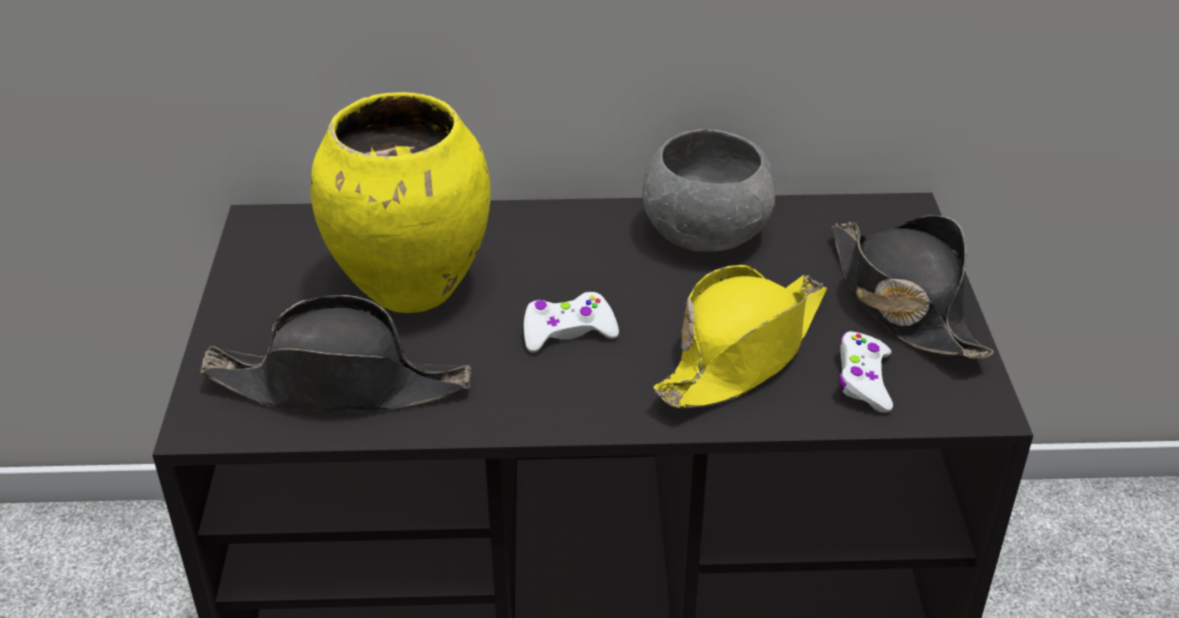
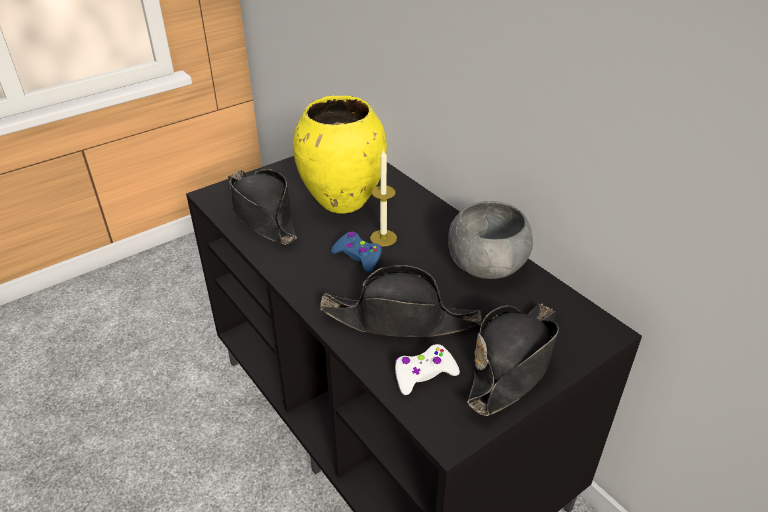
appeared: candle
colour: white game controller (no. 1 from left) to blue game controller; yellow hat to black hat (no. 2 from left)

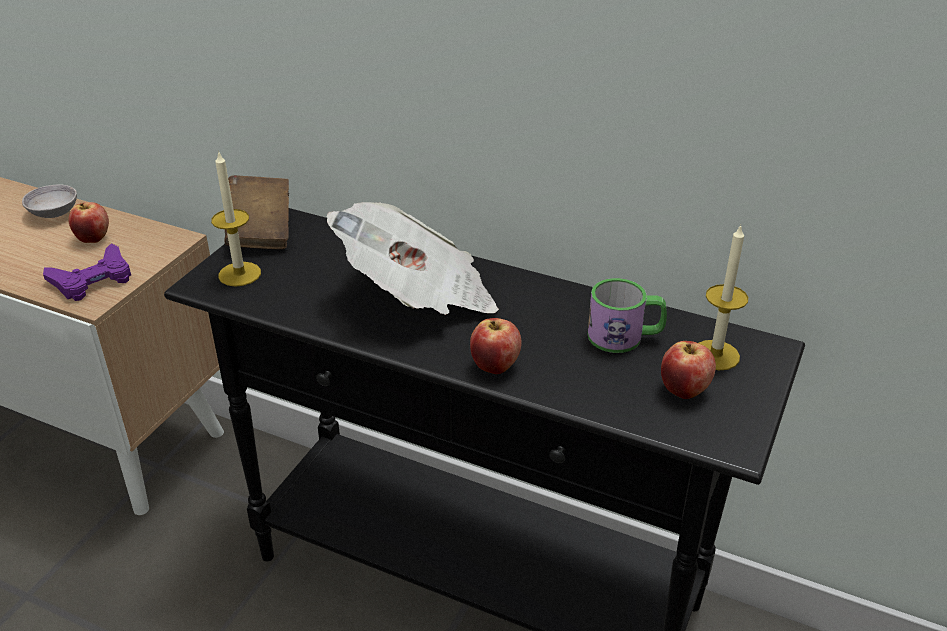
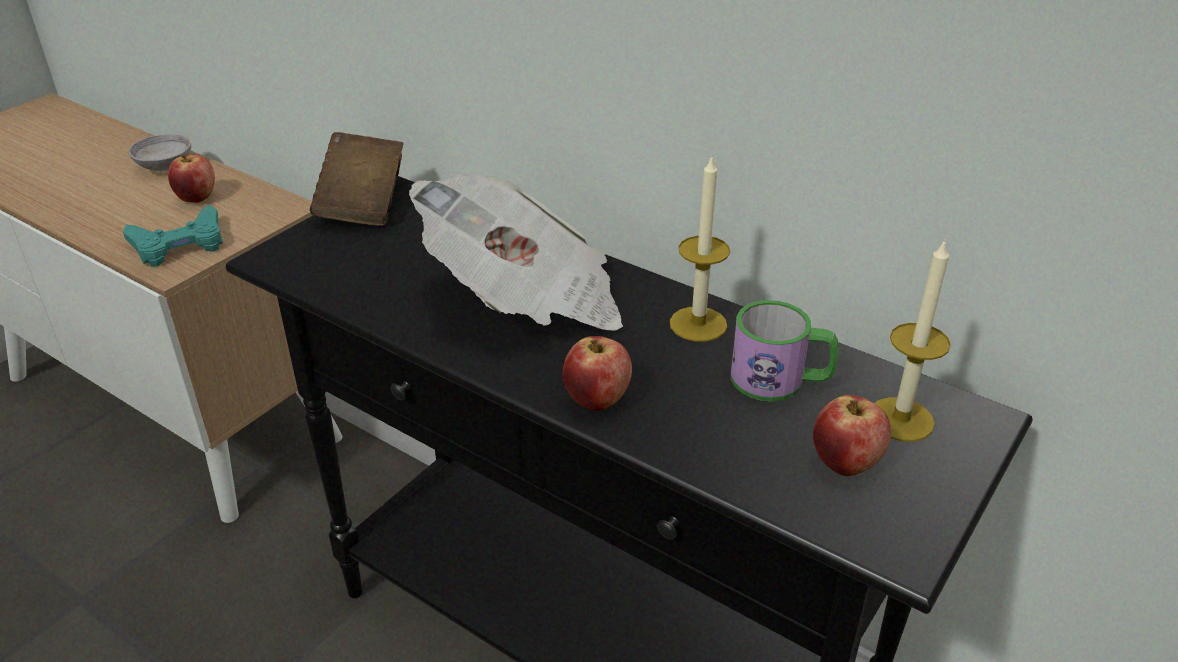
relocated: candle (no. 1 from left)
colour: purple game controller to turquoise game controller

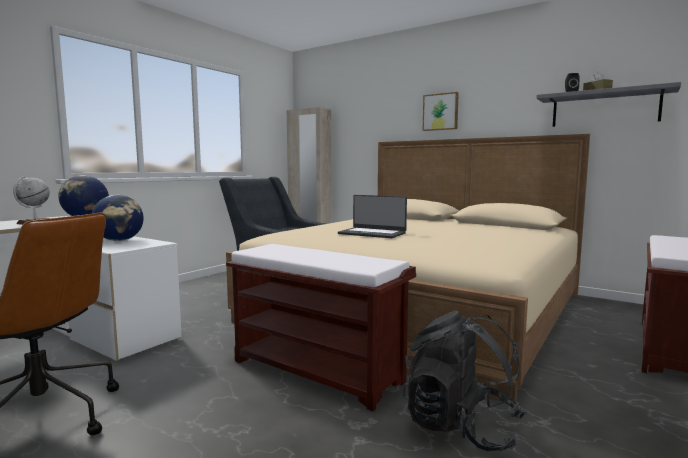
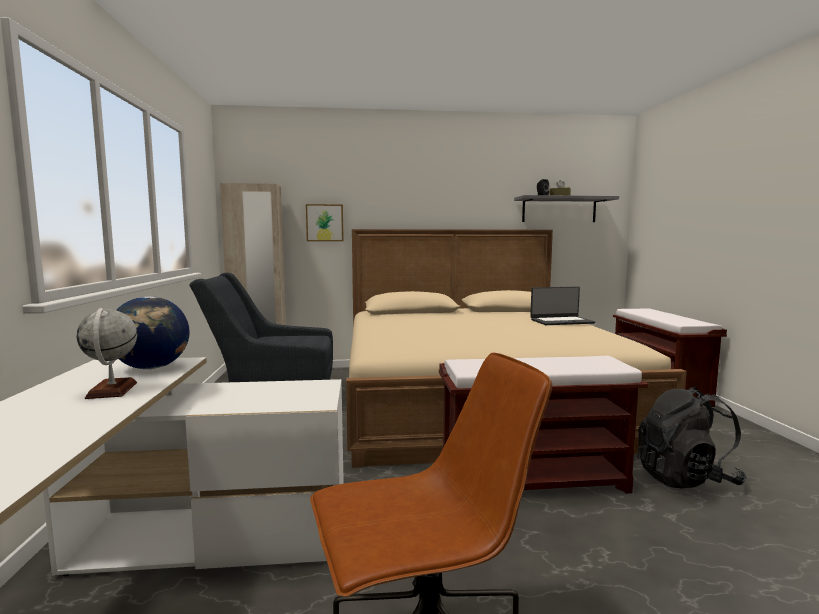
missing: globe (no. 3 from left)
relocated: laptop; picture

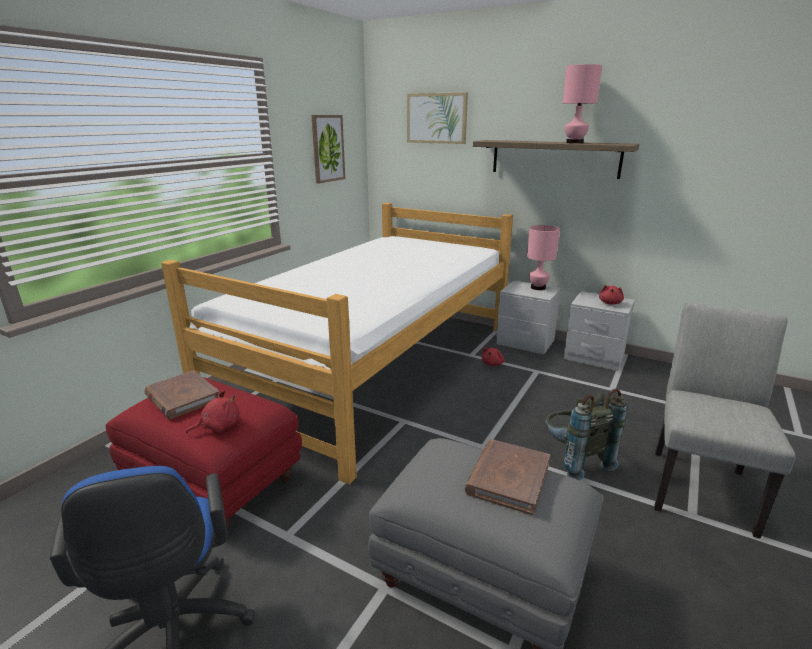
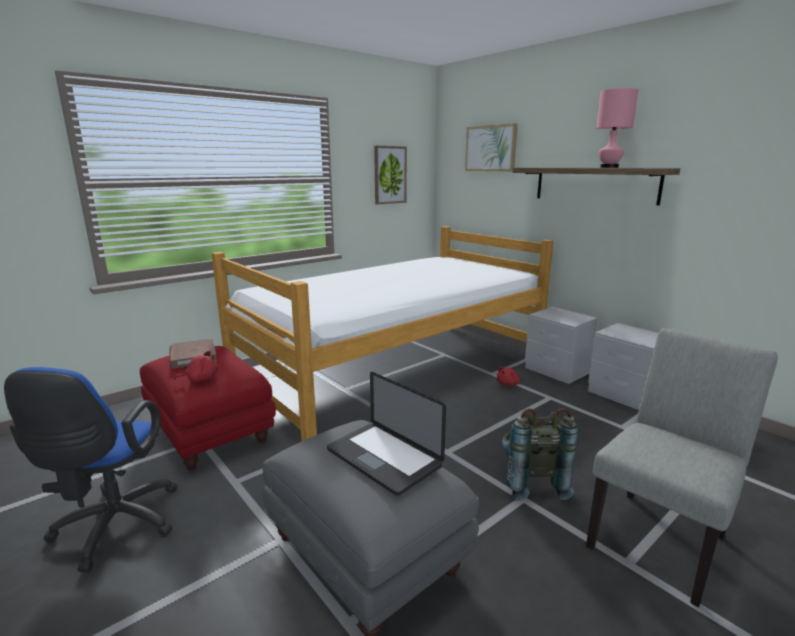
missing: pink table lamp (no. 1 from left); red plush toy (no. 3 from left)
exchanged: brown book (no. 2 from left) to laptop

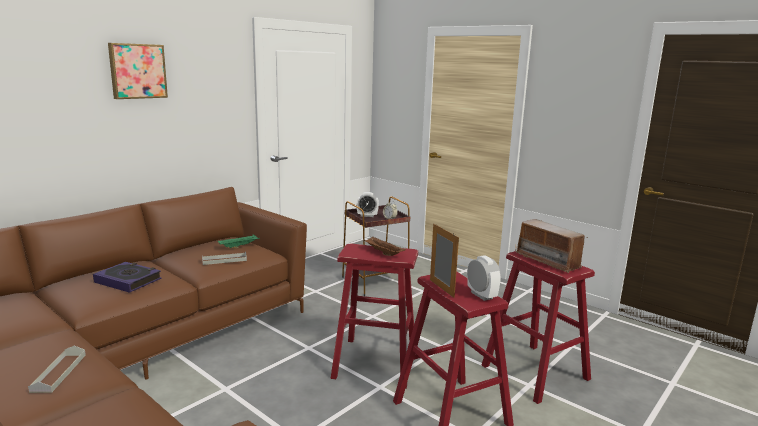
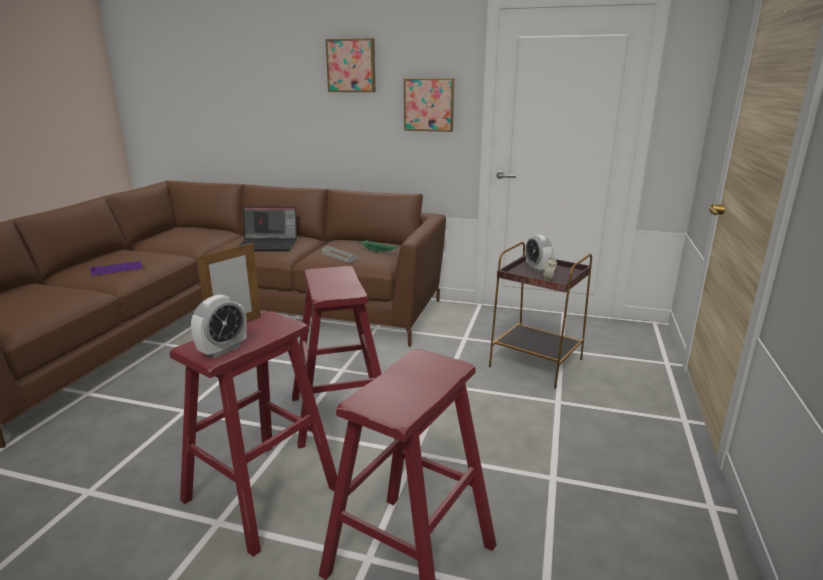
missing: brown tray; radio
appeared: picture (no. 2 from left)
exchanged: book to laptop
colour: grey tray (no. 1 from left) to purple tray

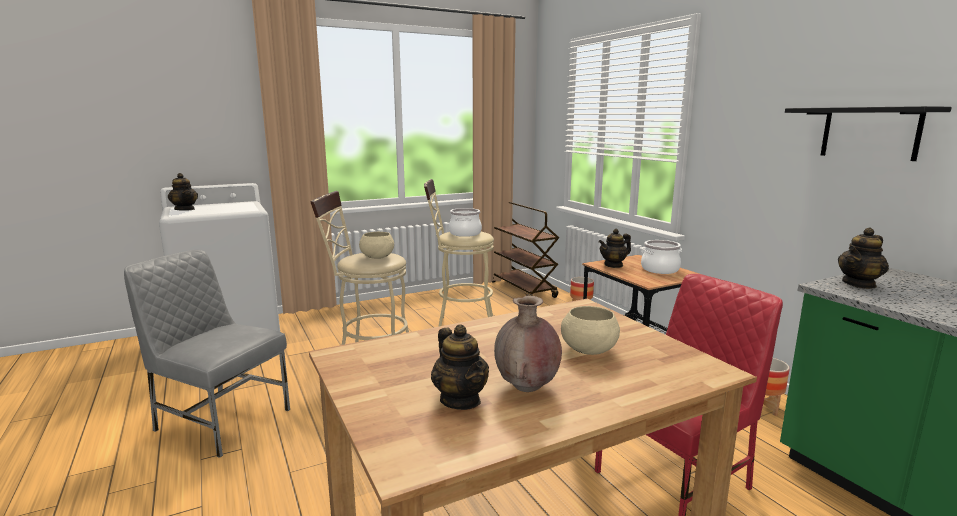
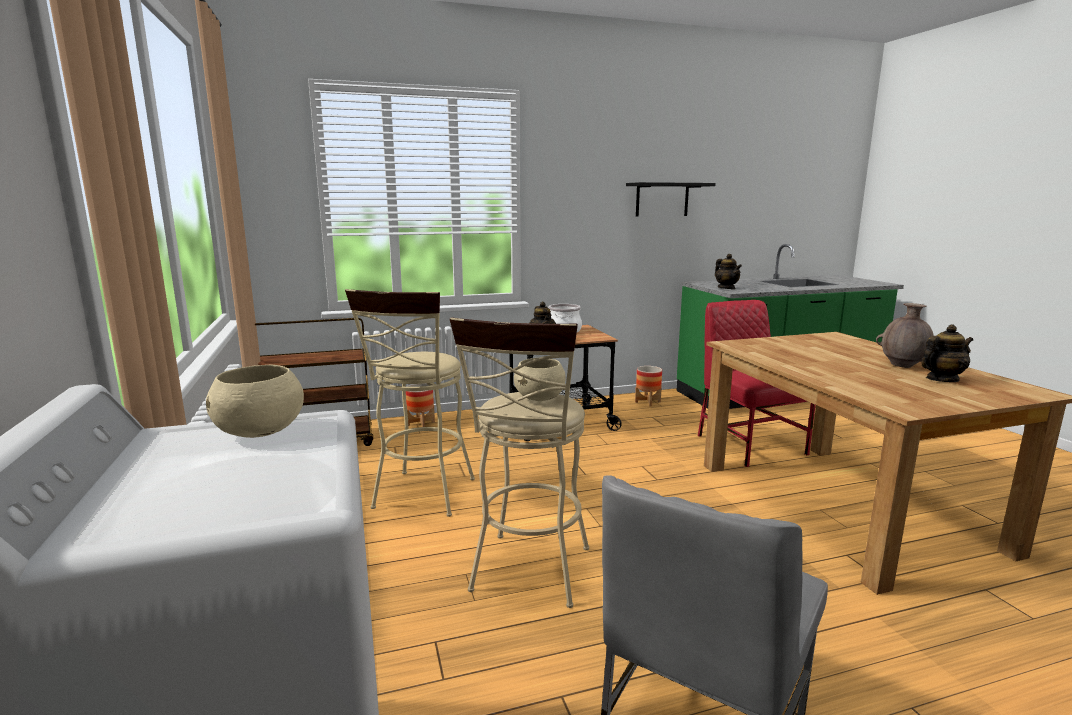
missing: teapot (no. 1 from left); cooking pot (no. 1 from left)
relocated: beige bowl (no. 2 from left in the first image) to beige bowl (no. 1 from left)

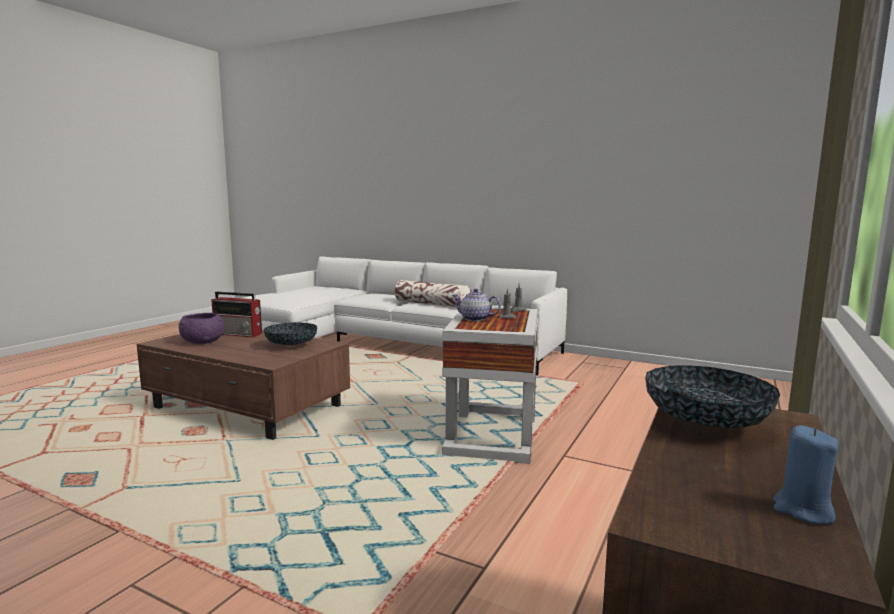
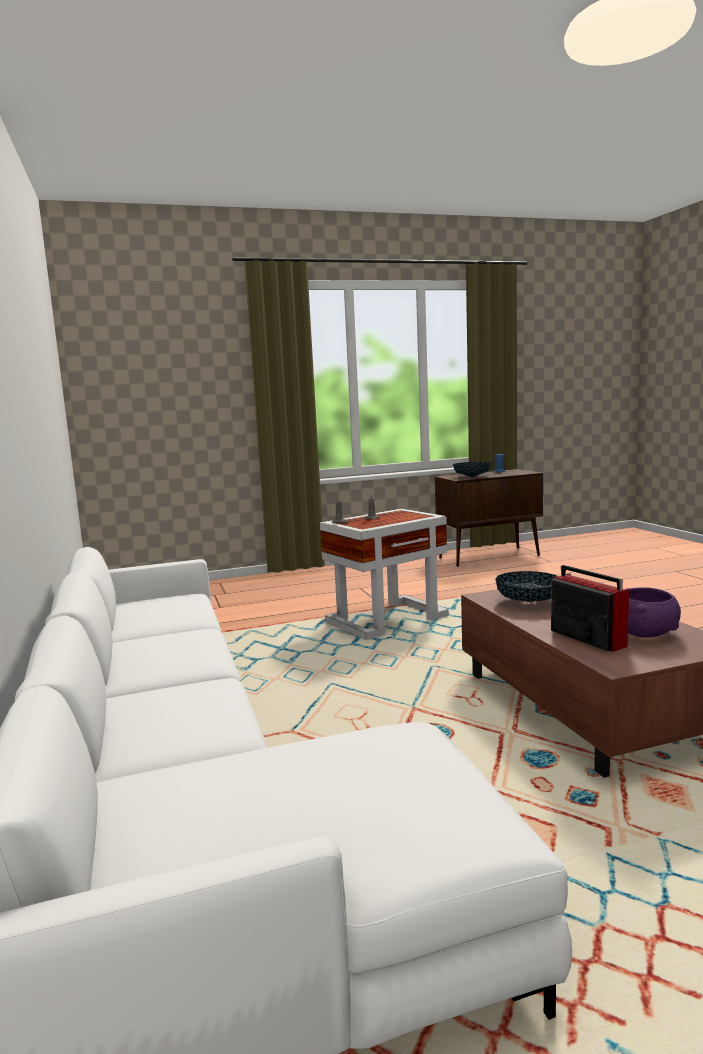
missing: pillow; teapot

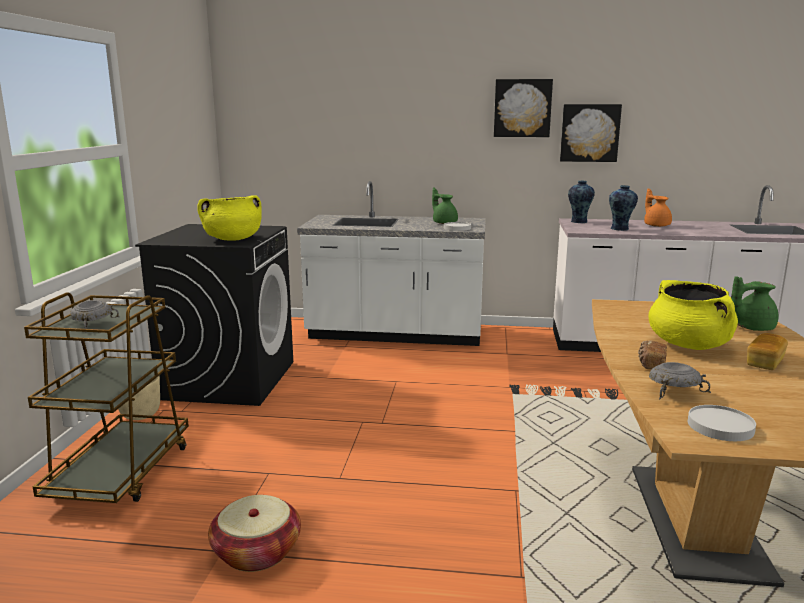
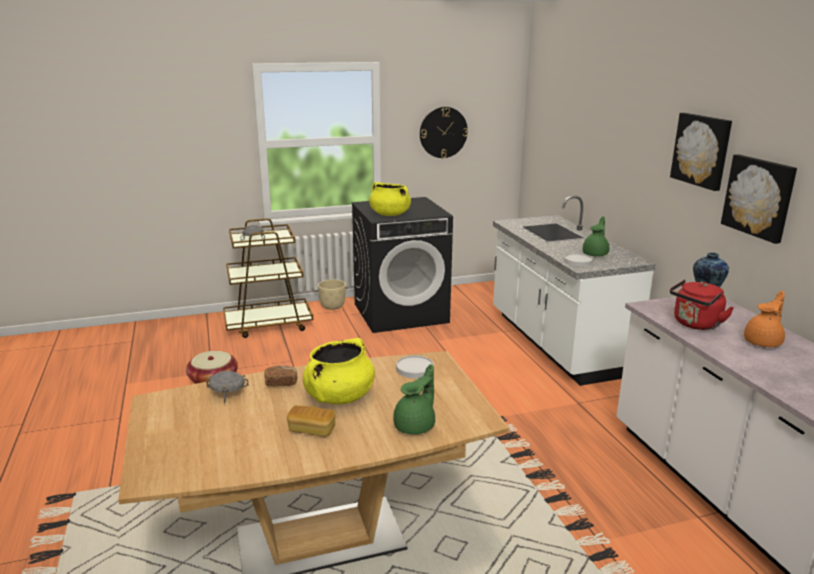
appeared: wall clock
relocated: white plate (no. 2 from left in the first image) to white plate (no. 1 from left)
exchanged: vase (no. 2 from left) to red kettle
spun: green teapot (no. 2 from left in the first image) 75 degrees clockwise

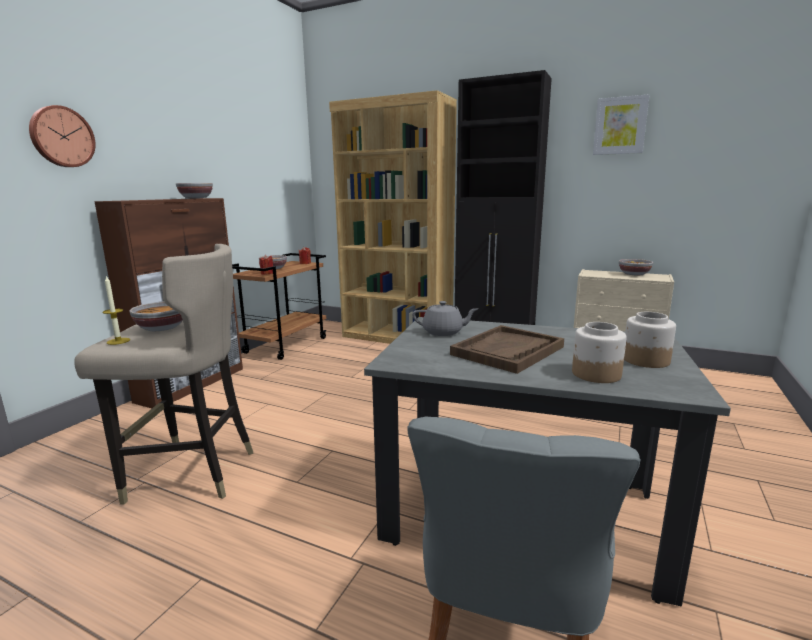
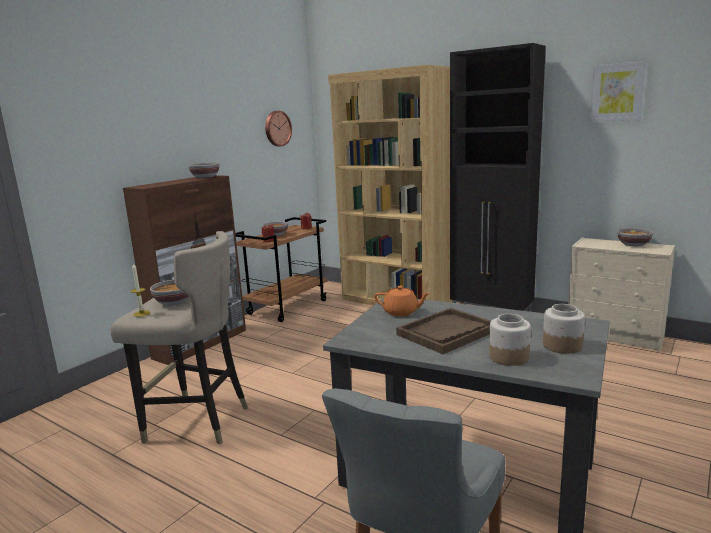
relocated: wall clock
colour: grey teapot to orange teapot

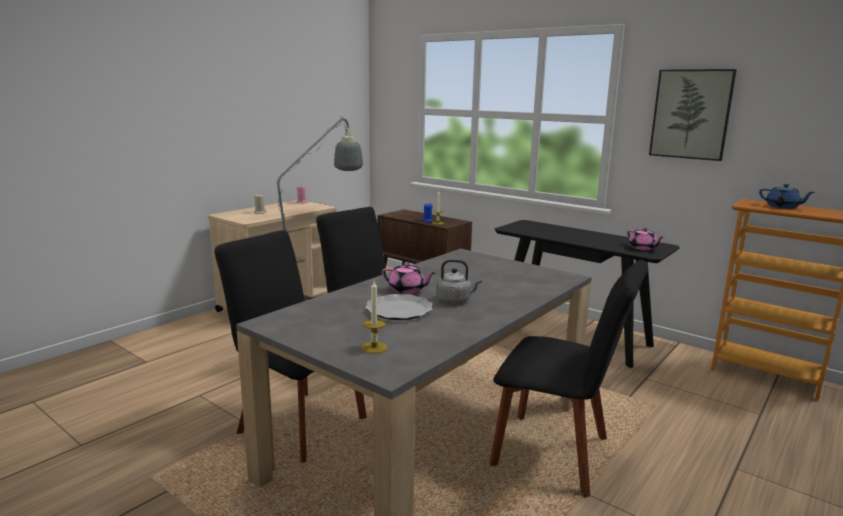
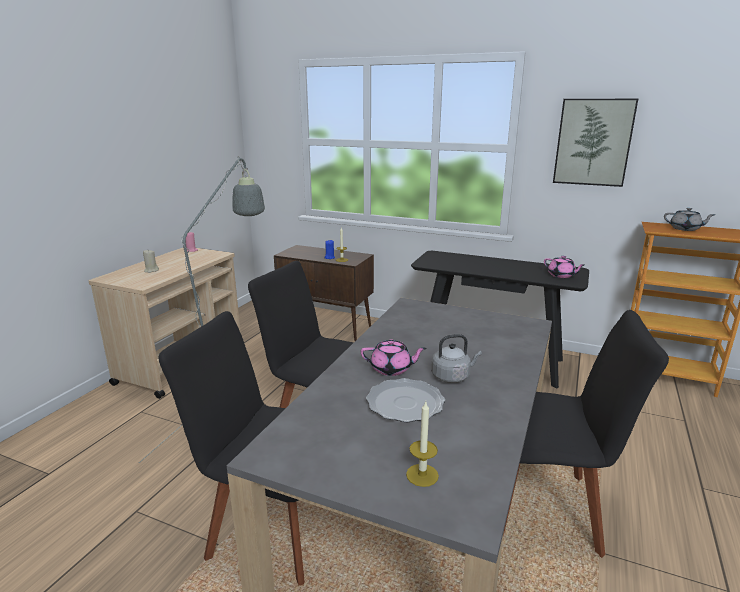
colour: blue teapot to grey teapot

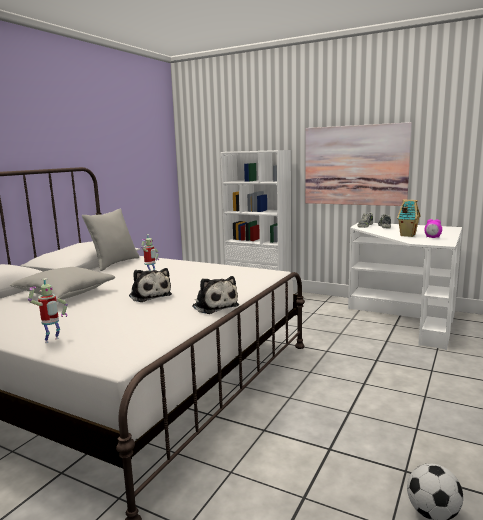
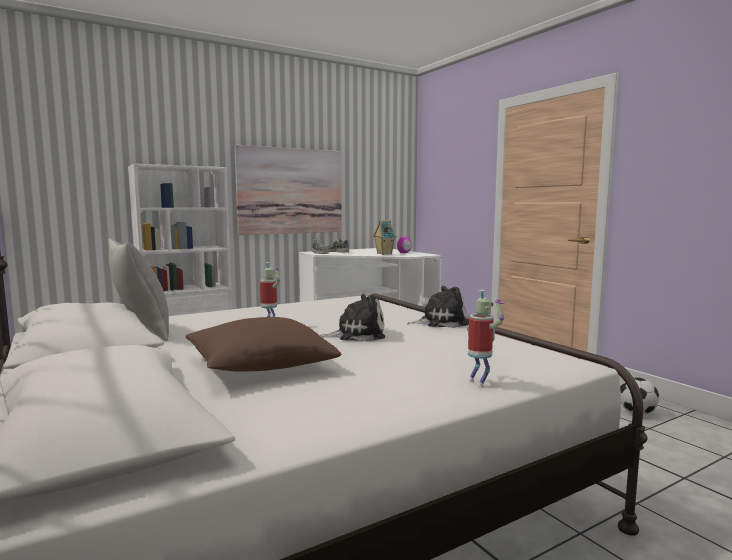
colour: grey pillow (no. 1 from left) to brown pillow

